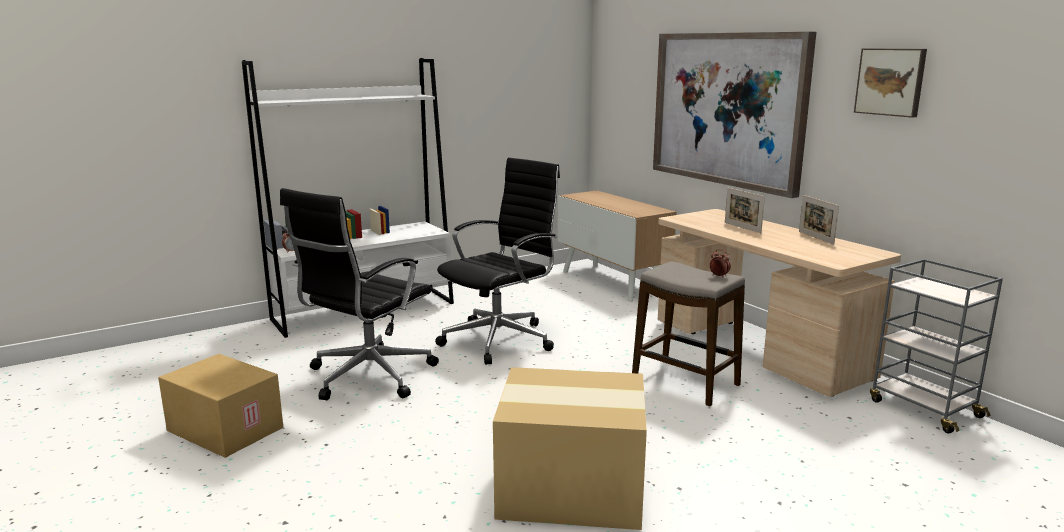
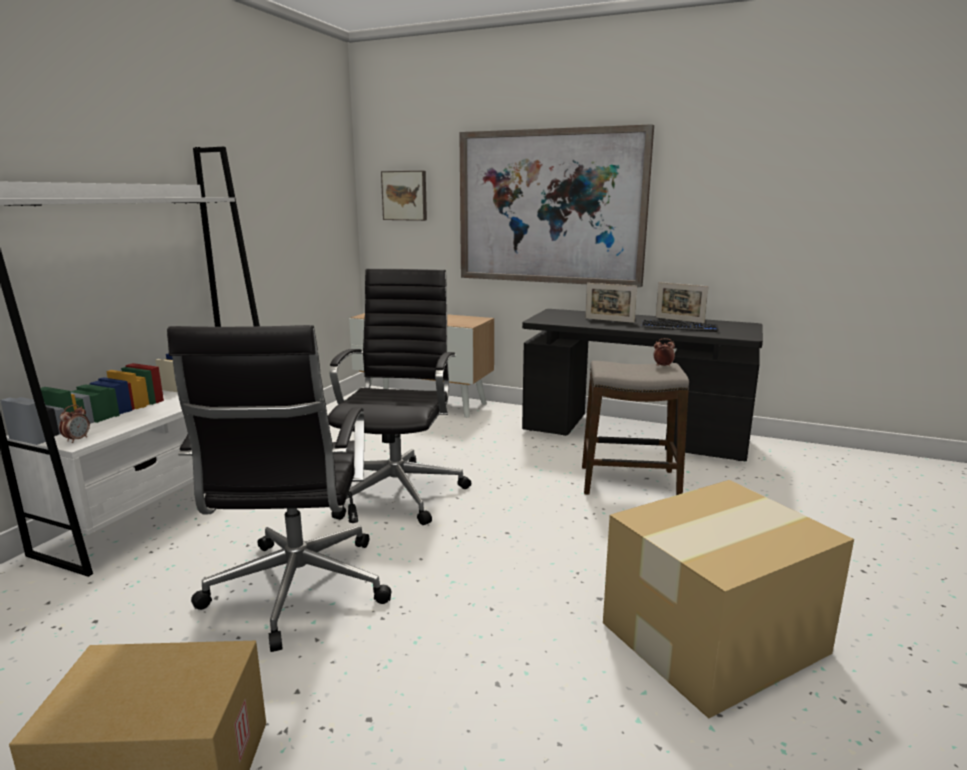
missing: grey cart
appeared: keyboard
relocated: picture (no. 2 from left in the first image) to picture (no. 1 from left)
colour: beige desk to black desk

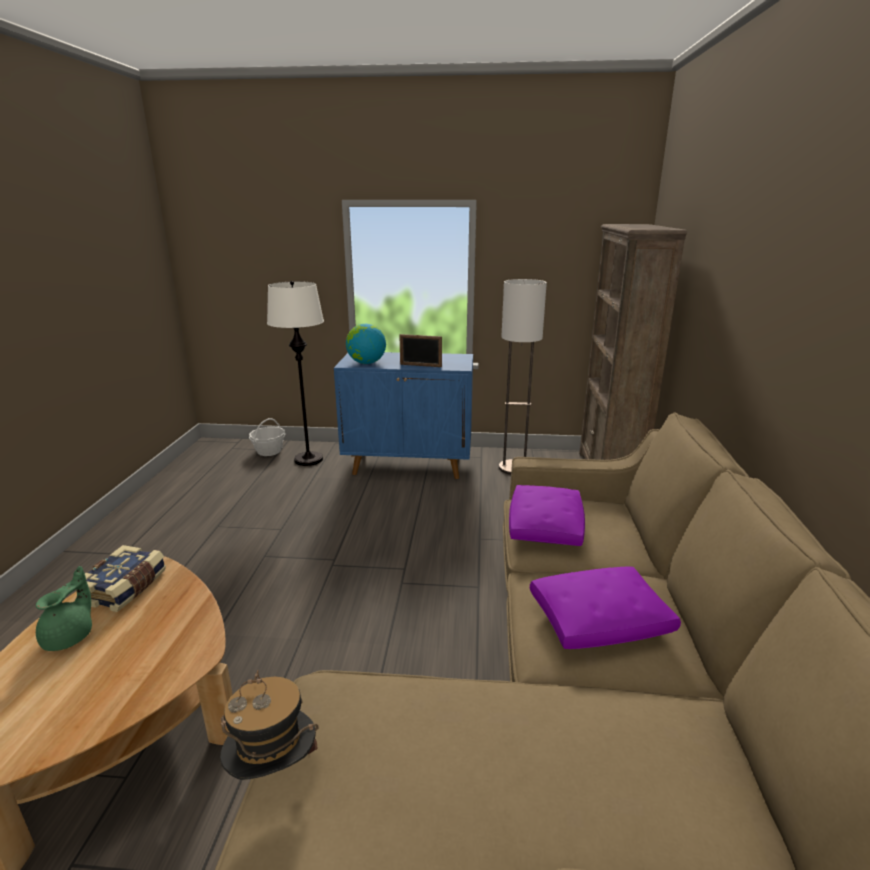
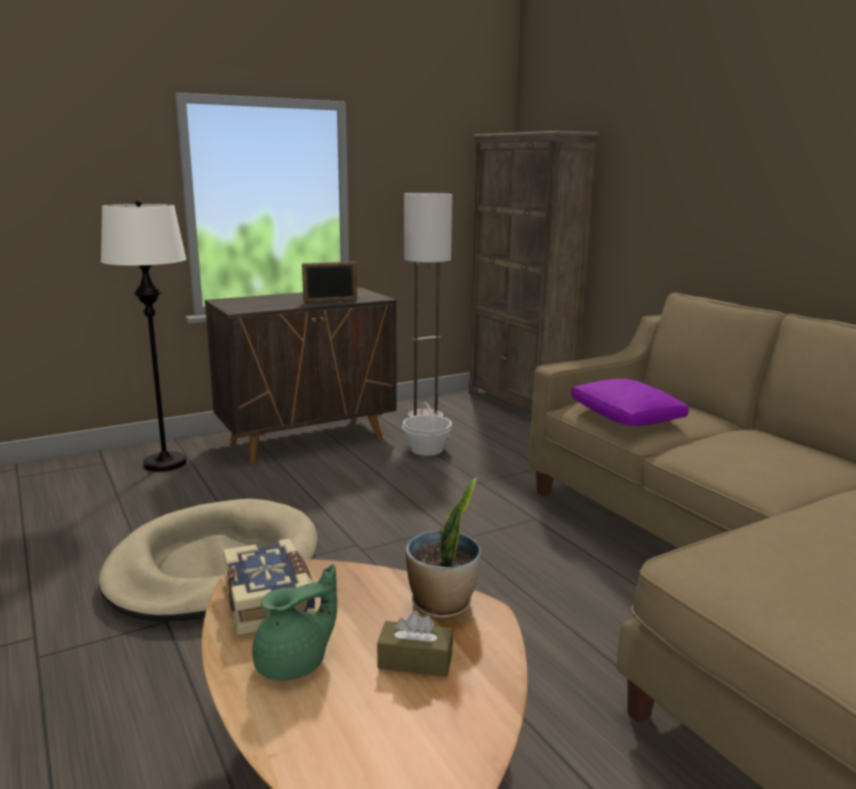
missing: hat; globe; purple pillow (no. 2 from left)
appeared: beige dog bed; brown tissue box; potted plant
relocated: basket
colour: blue cabinet to brown cabinet
spun: green teapot 75 degrees clockwise

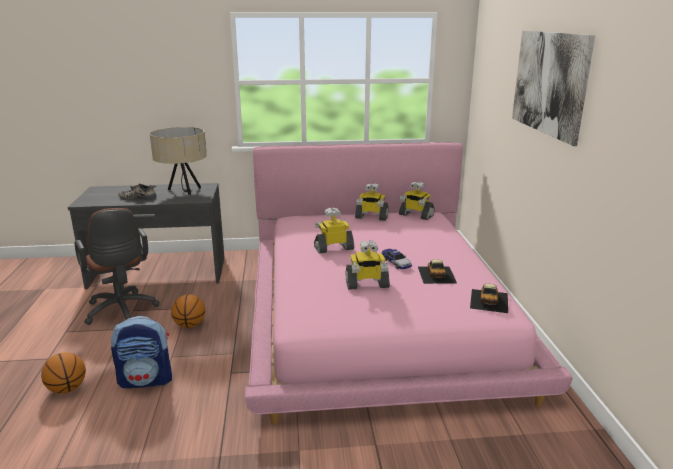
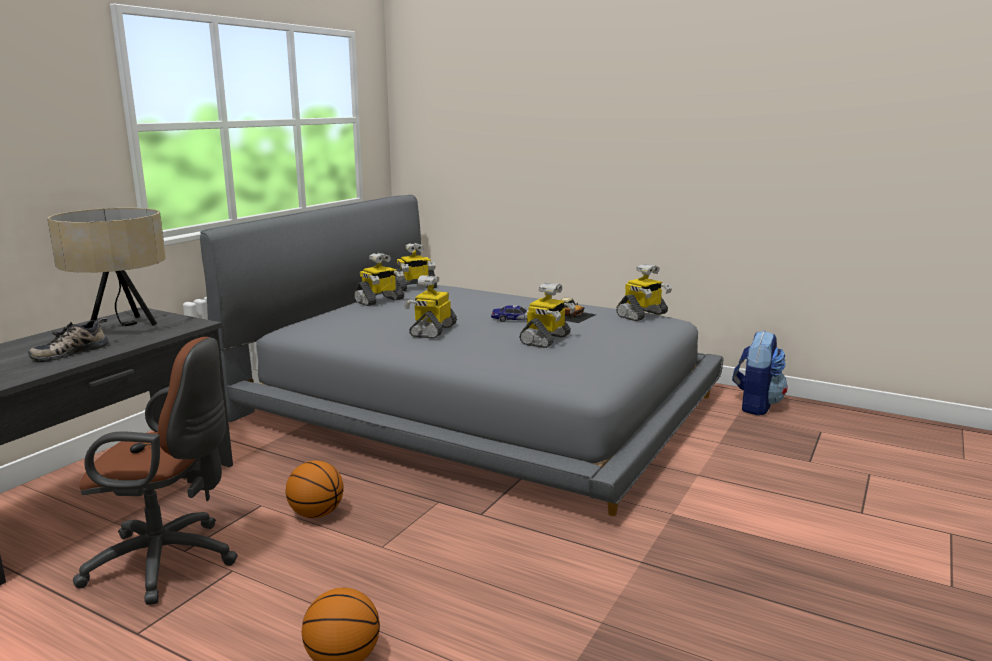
missing: picture
relocated: backpack
exchanged: toy car (no. 3 from left) to toy robot (no. 5 from left)
colour: pink bed to grey bed

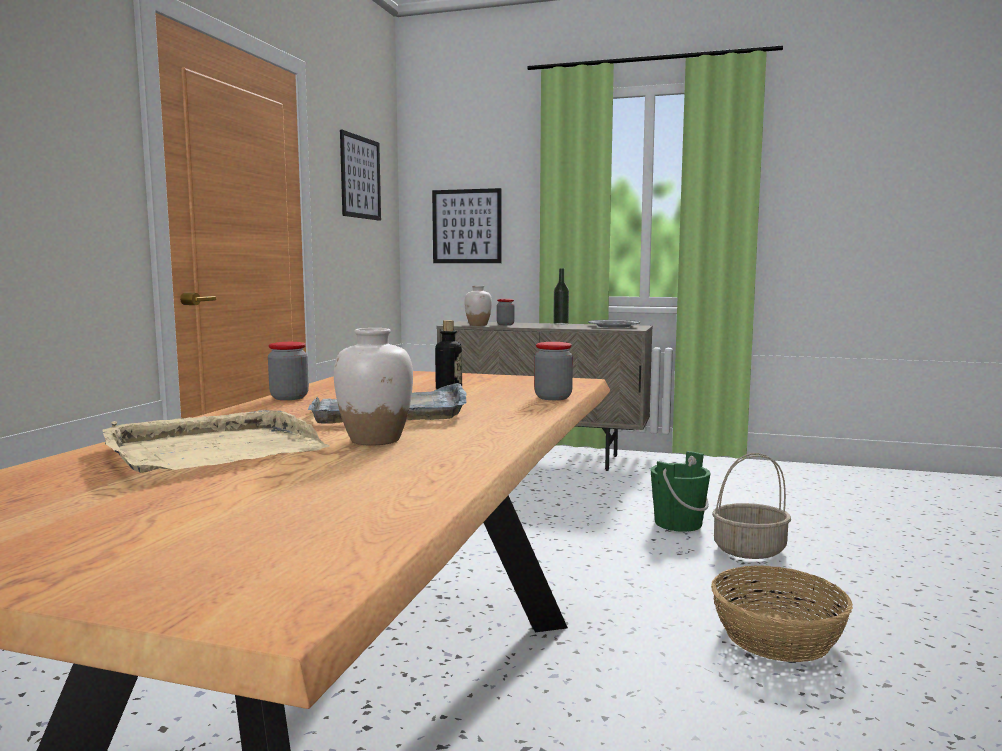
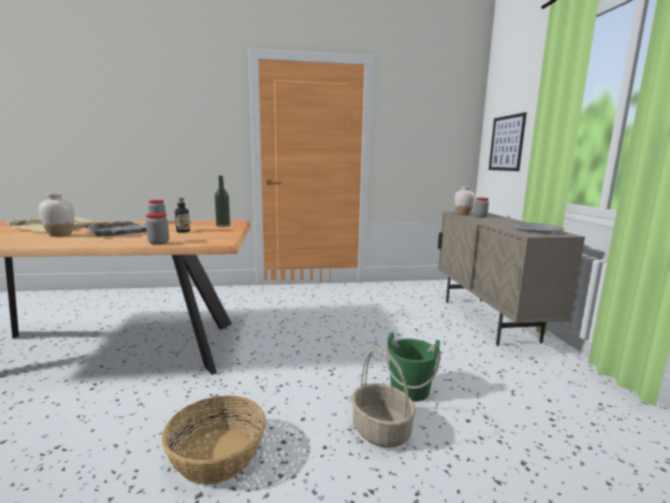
missing: picture (no. 1 from left)
relocated: bottle (no. 2 from left)

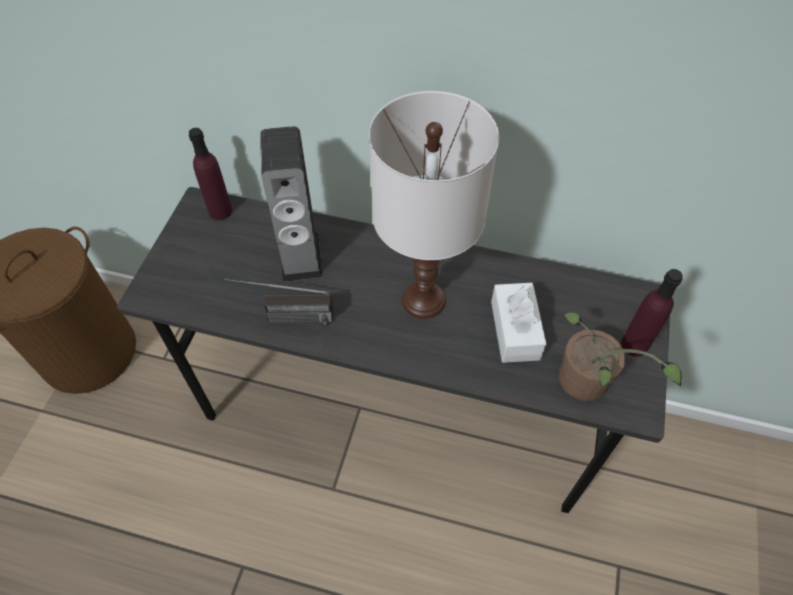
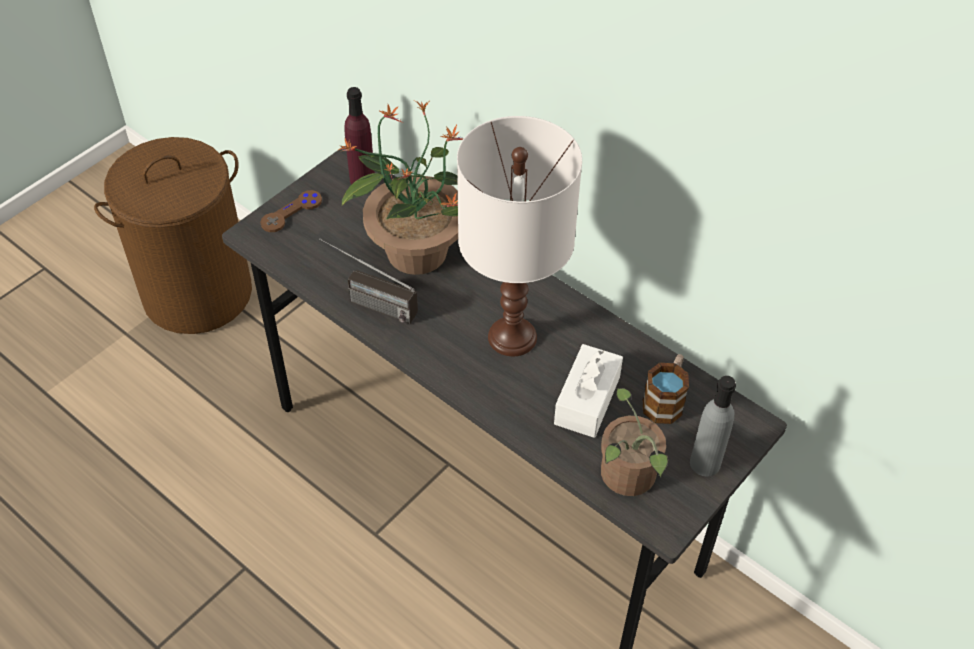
appeared: brown game controller; mug
exchanged: speaker to potted plant (no. 1 from left)
colour: purple bottle (no. 2 from left) to grey bottle

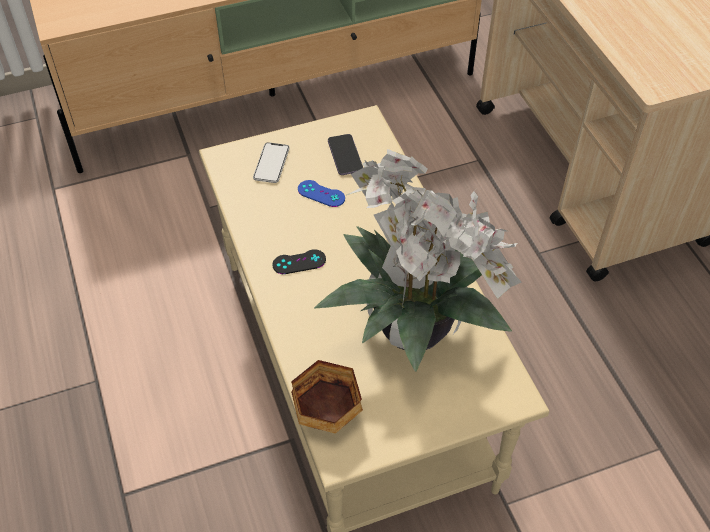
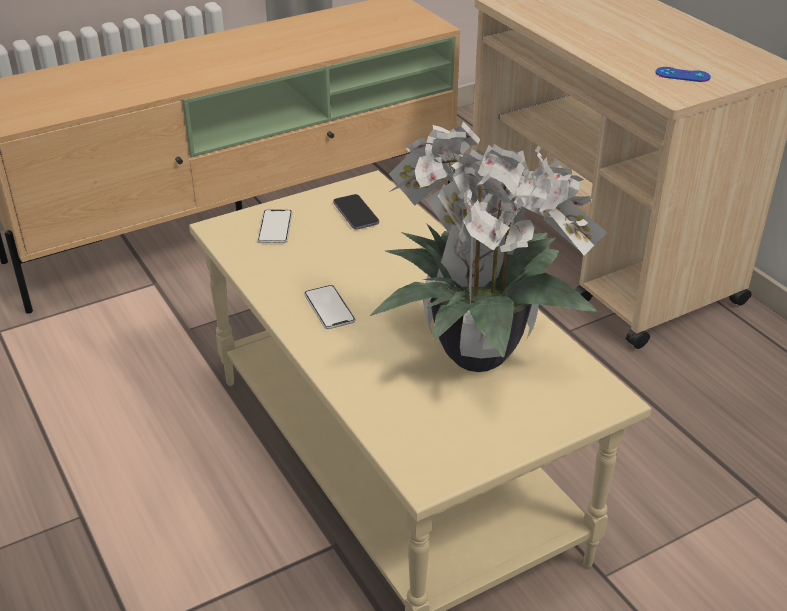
missing: bowl
relocated: blue game controller
exchanged: black game controller to phone (no. 2 from left)

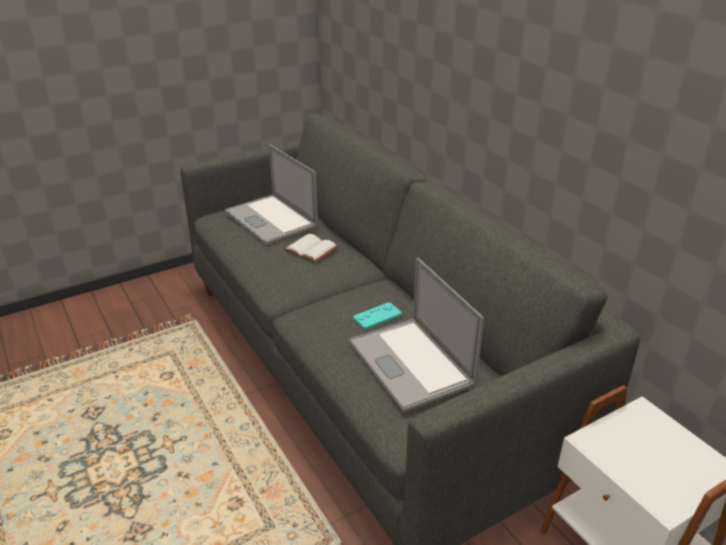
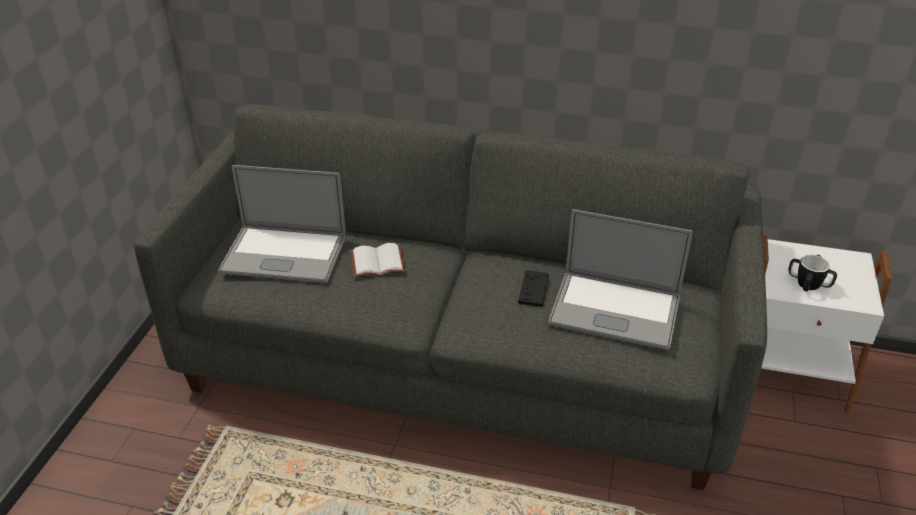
appeared: mug
colour: turquoise game controller to black game controller

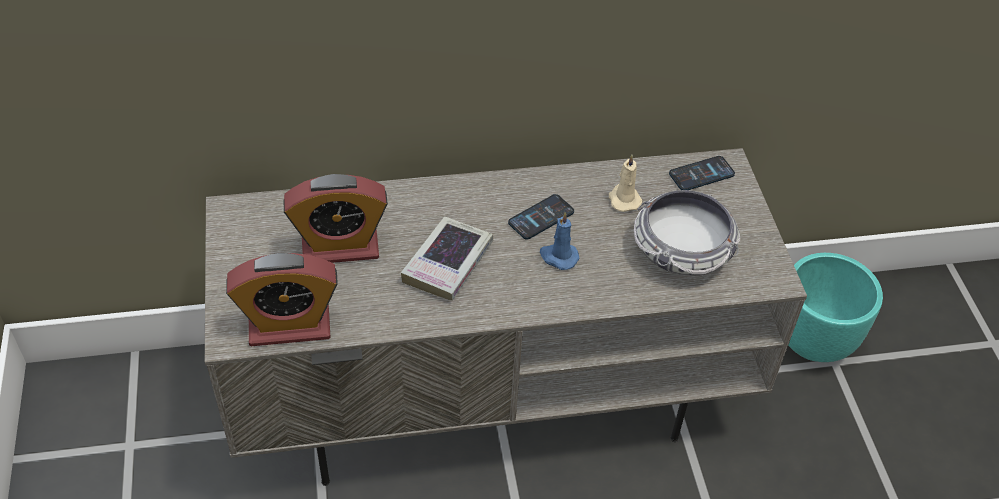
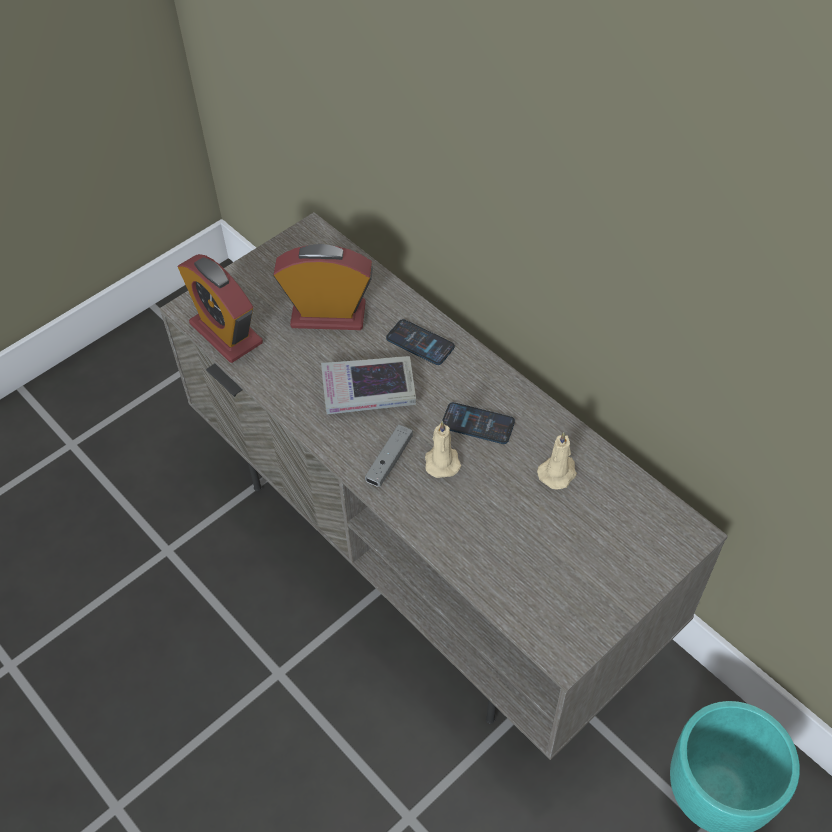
missing: bowl
appeared: grey game controller
relocated: phone (no. 2 from left in the first image) to phone (no. 1 from left)
colour: blue candle to beige candle (no. 1 from left)
spun: alarm clock (no. 2 from left) 135 degrees clockwise

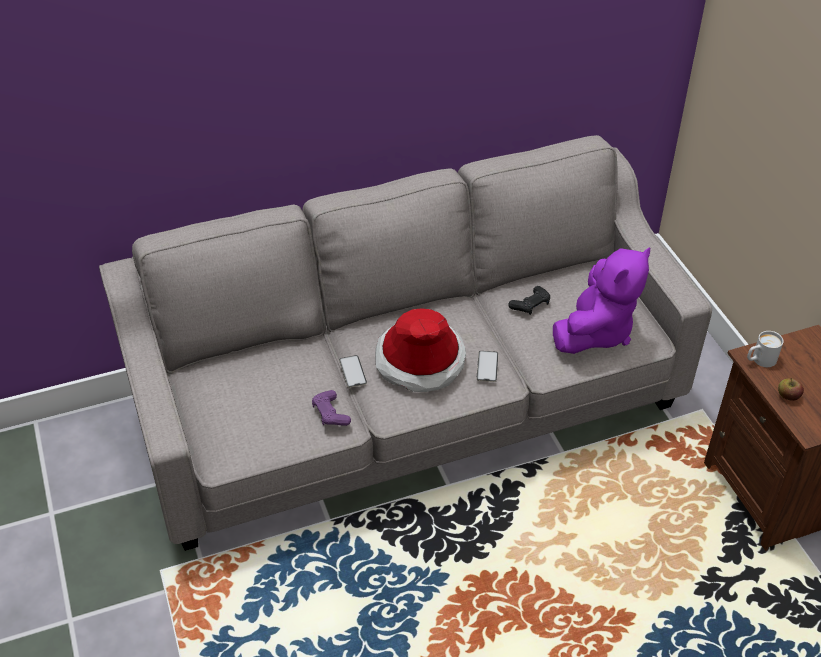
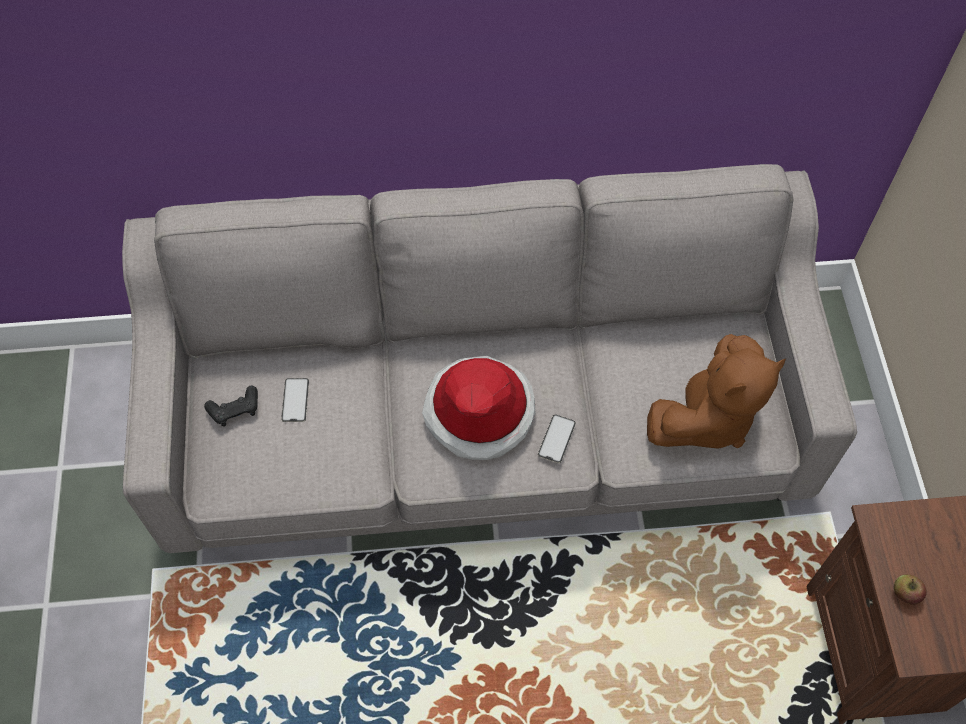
missing: purple game controller; white mug
relocated: phone (no. 1 from left); black game controller
colour: purple plush toy to brown plush toy

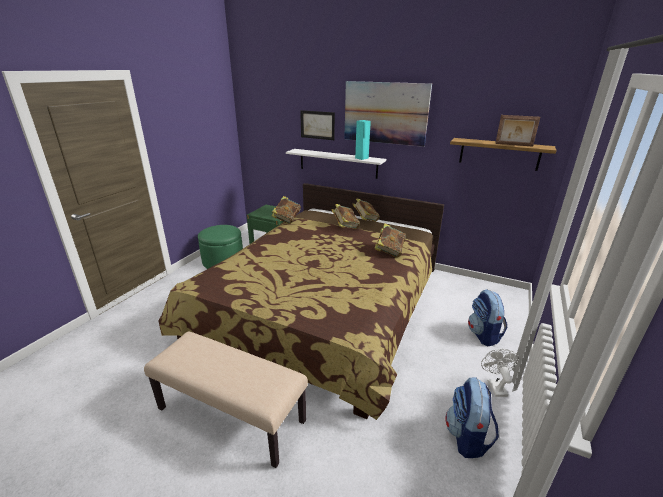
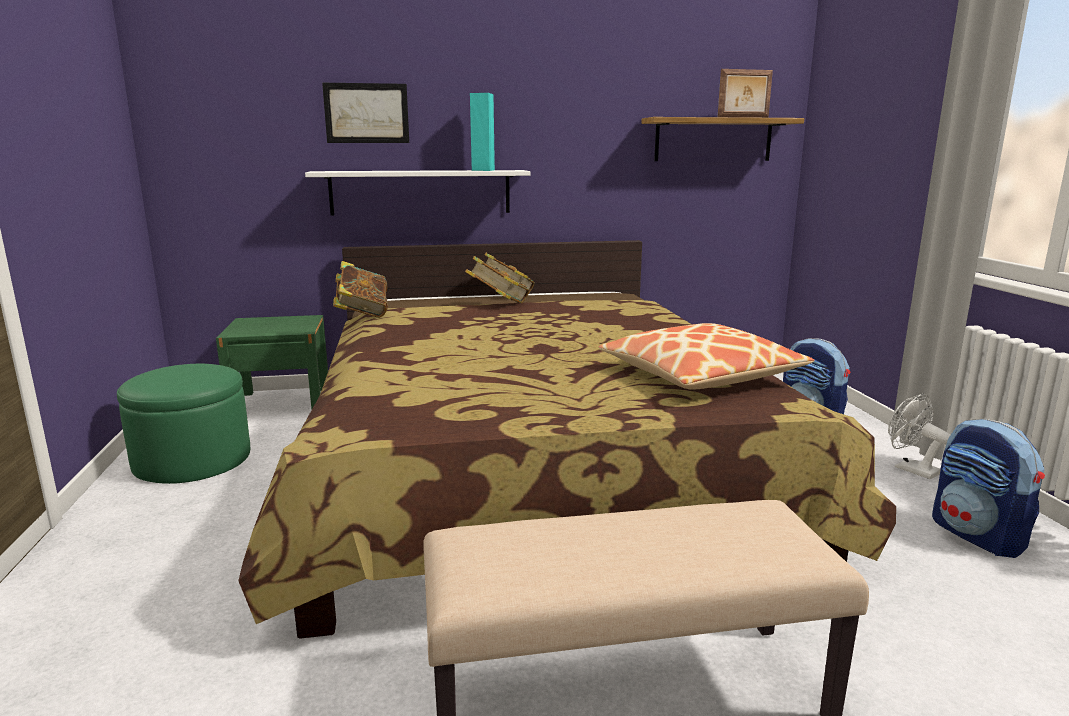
missing: picture (no. 2 from left); book (no. 4 from left)
appeared: pillow

